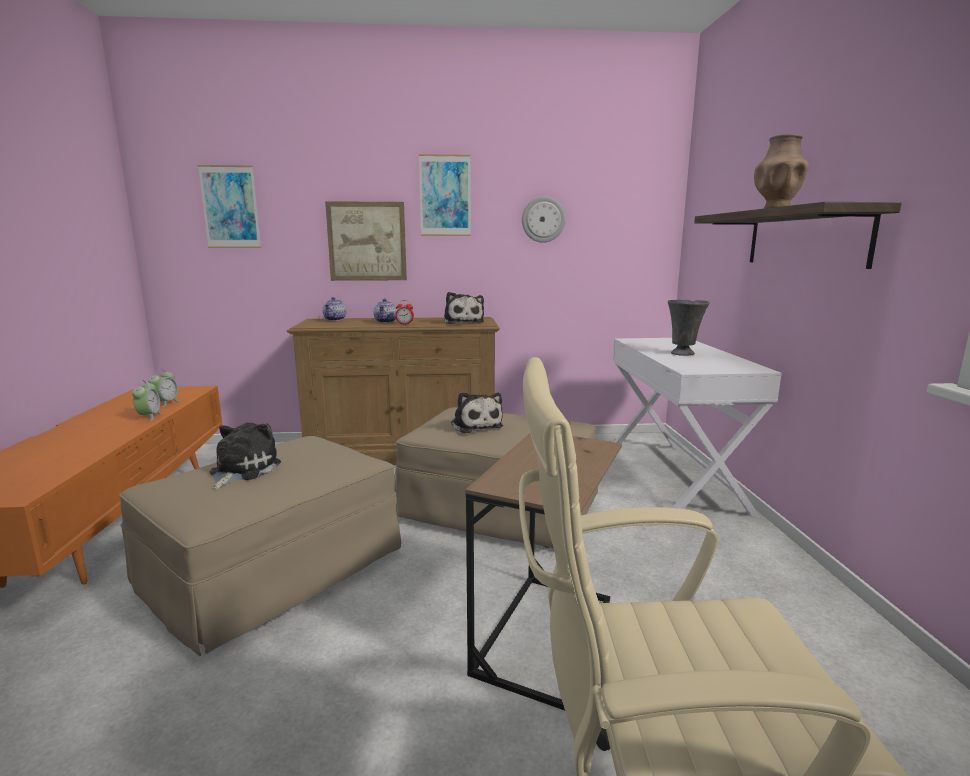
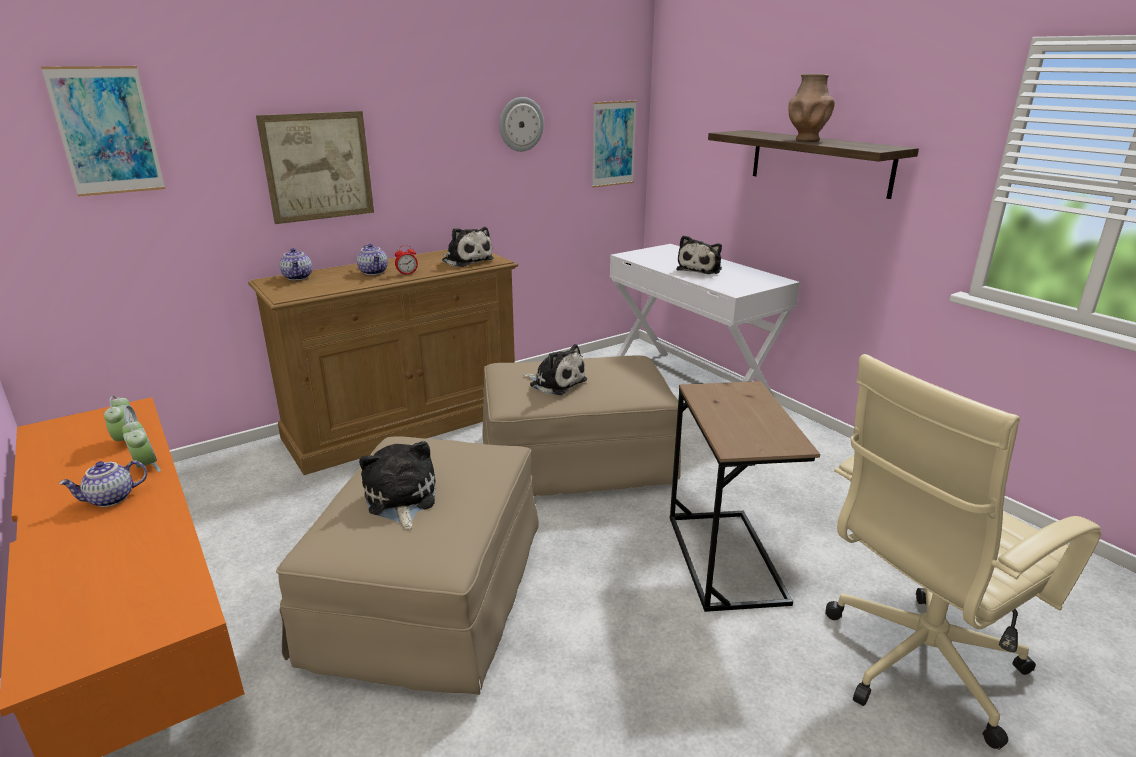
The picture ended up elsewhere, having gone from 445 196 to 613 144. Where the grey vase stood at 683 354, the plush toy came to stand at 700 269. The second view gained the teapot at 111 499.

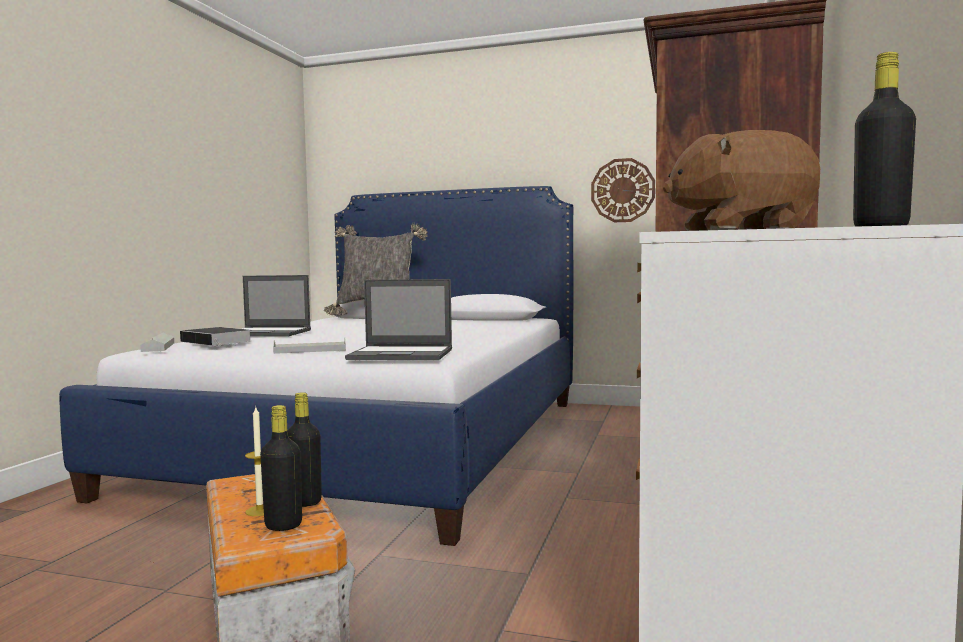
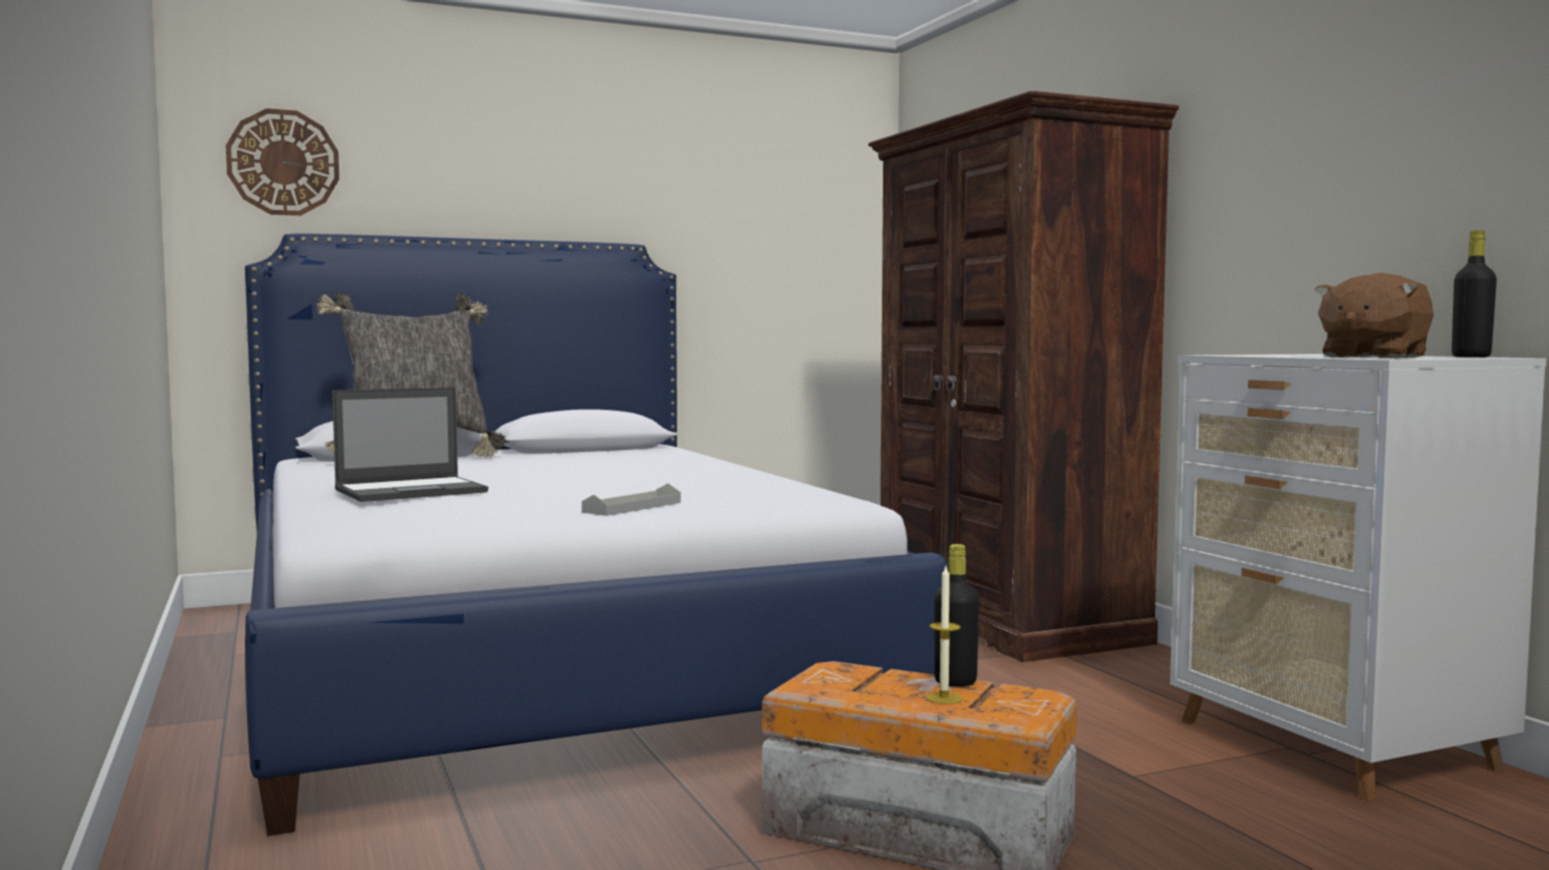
The wall clock ended up elsewhere, having gone from 622 190 to 283 162. The second view lost the laptop at 402 354. The second view lost the book at 218 341. The second view lost the grey tray at 158 347. The second view lost the black bottle at 283 525.

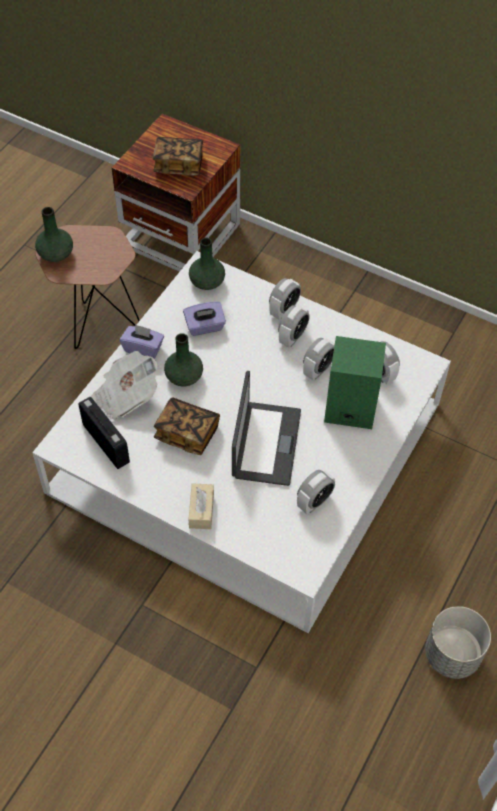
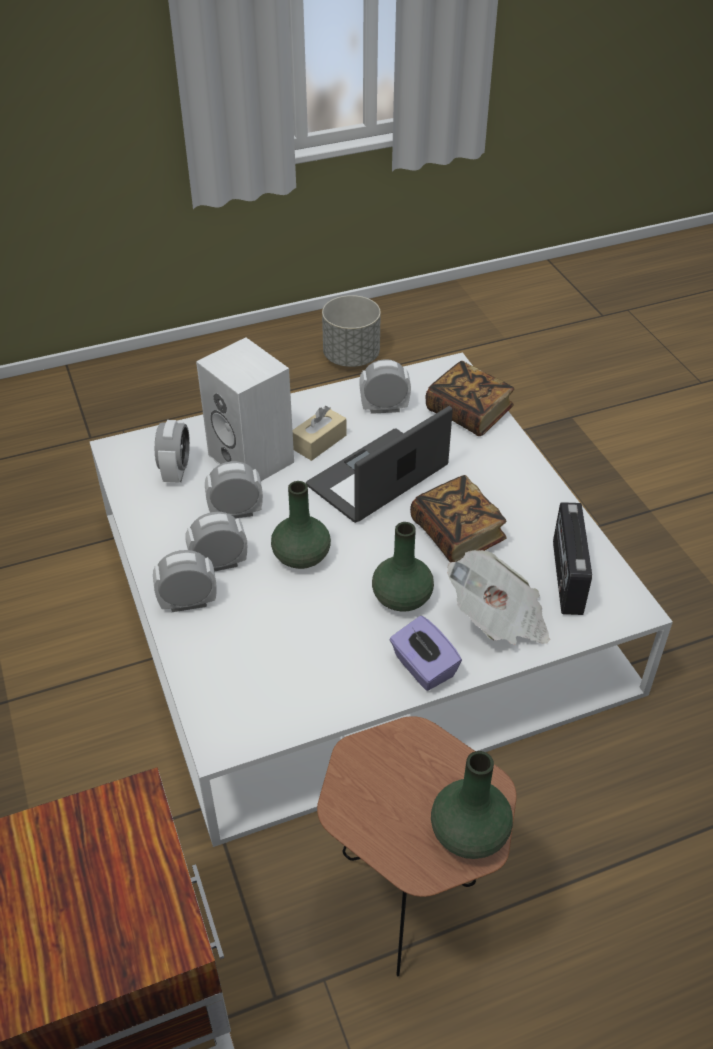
The book ended up elsewhere, having gone from 178 165 to 468 413. The green vase ended up elsewhere, having gone from 206 282 to 302 557. The second view lost the purple tissue box at 205 327. What was the green speaker at 348 409 turned into the white speaker at 253 459. The beige tissue box ended up elsewhere, having gone from 201 510 to 319 442.

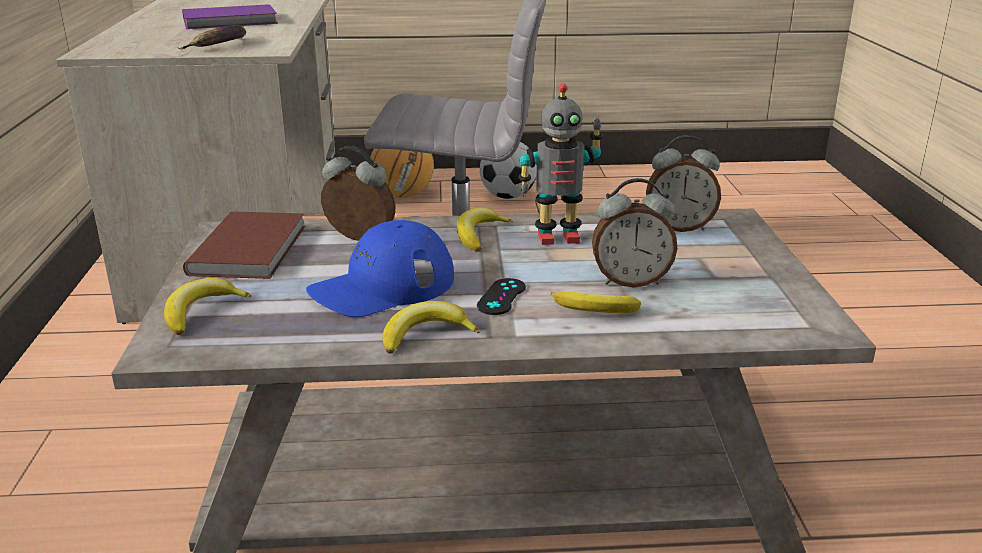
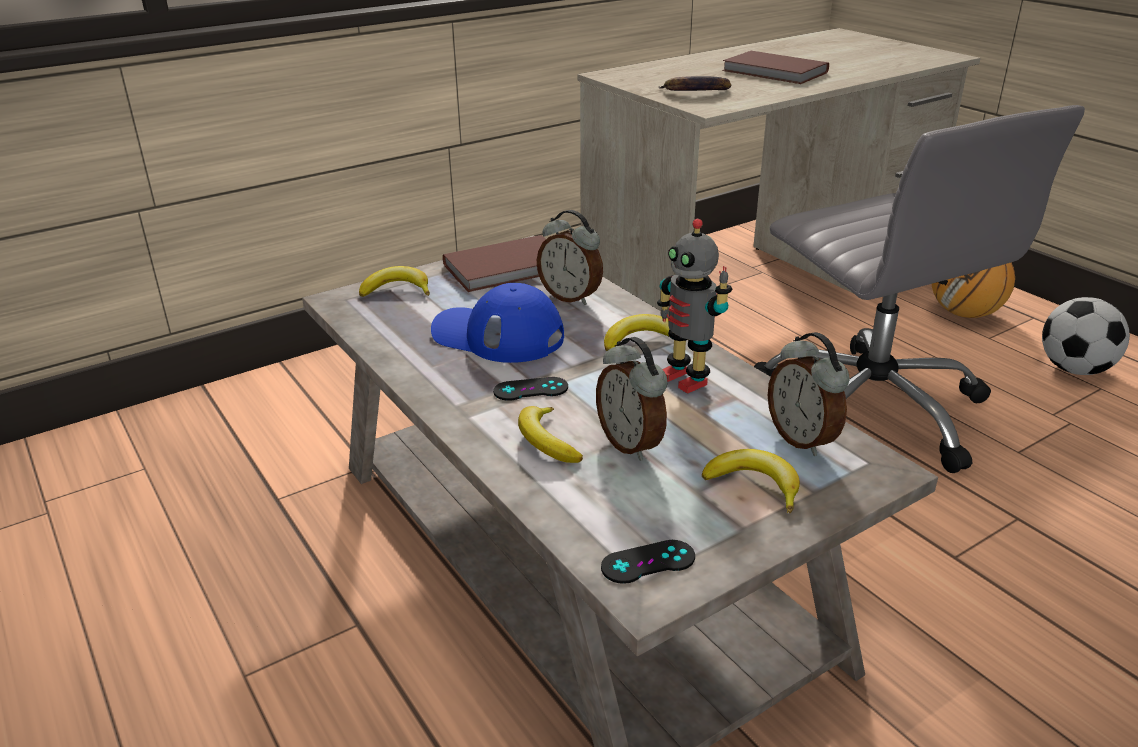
What was the purple book at 231 21 turned into the brown book at 774 72. The alarm clock at 359 239 ended up facing another way, 135 degrees clockwise from before. The banana ended up elsewhere, having gone from 426 335 to 754 485. The second view gained the black game controller at 648 562.

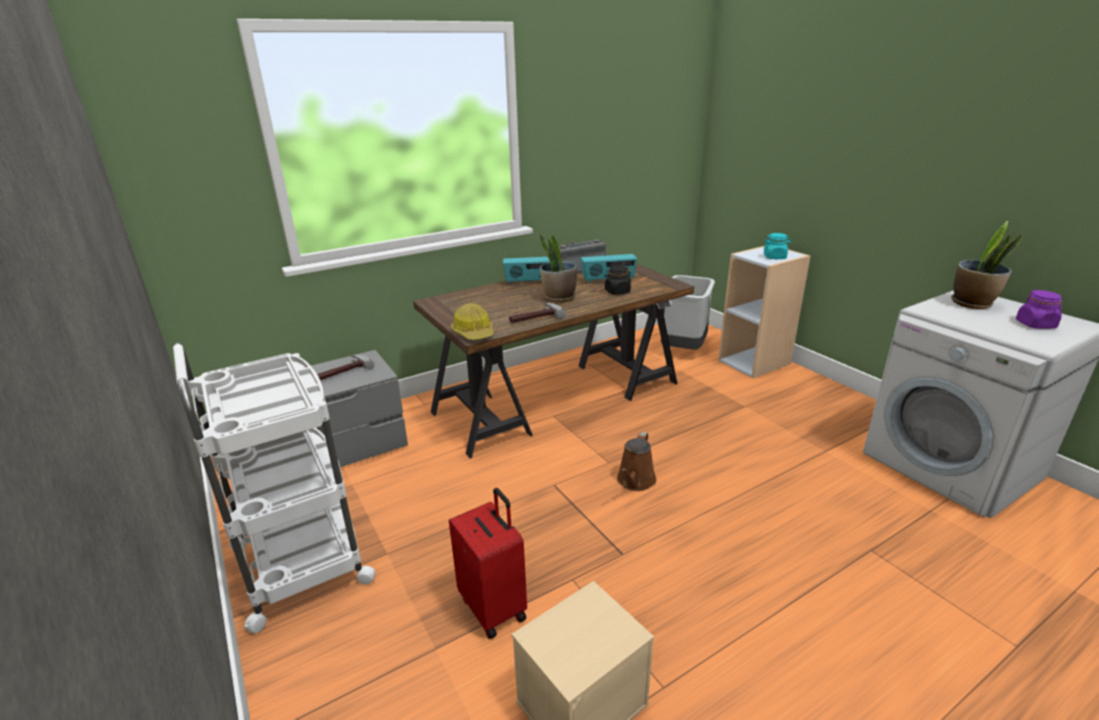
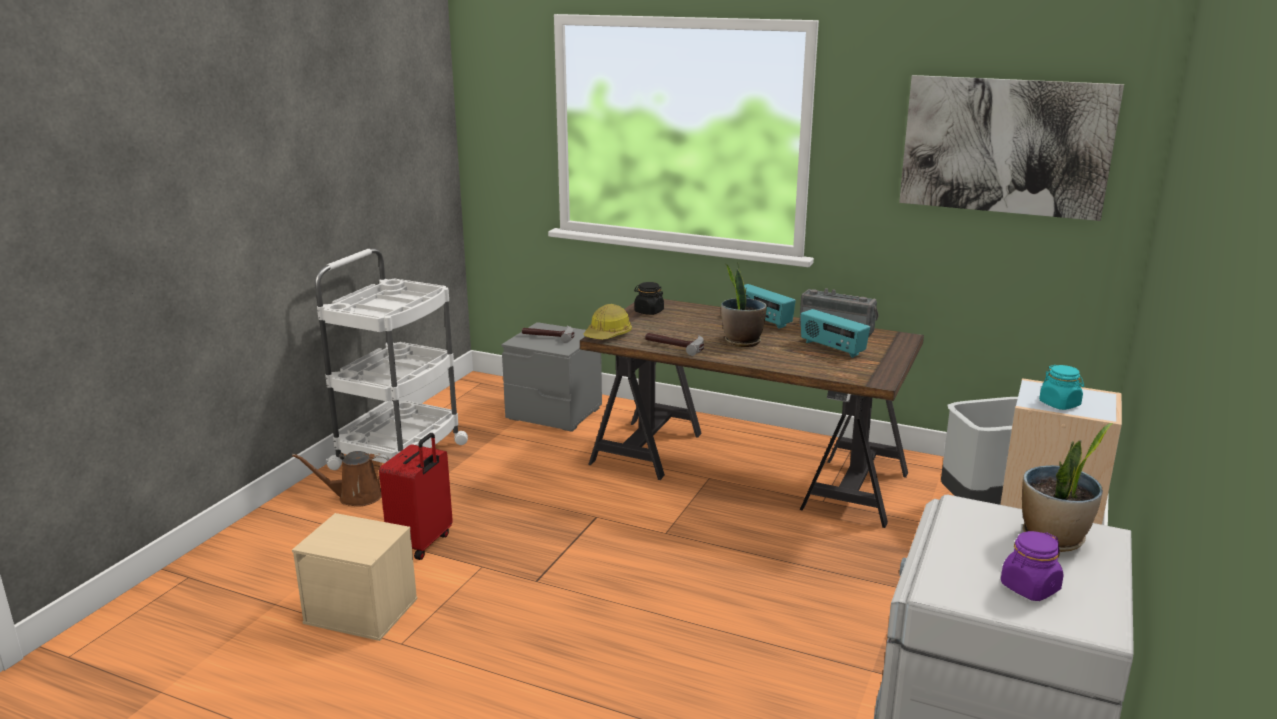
The black jar ended up elsewhere, having gone from 617 292 to 648 311. The brown watering can ended up elsewhere, having gone from 635 481 to 355 497. The second view gained the picture at 1005 146.

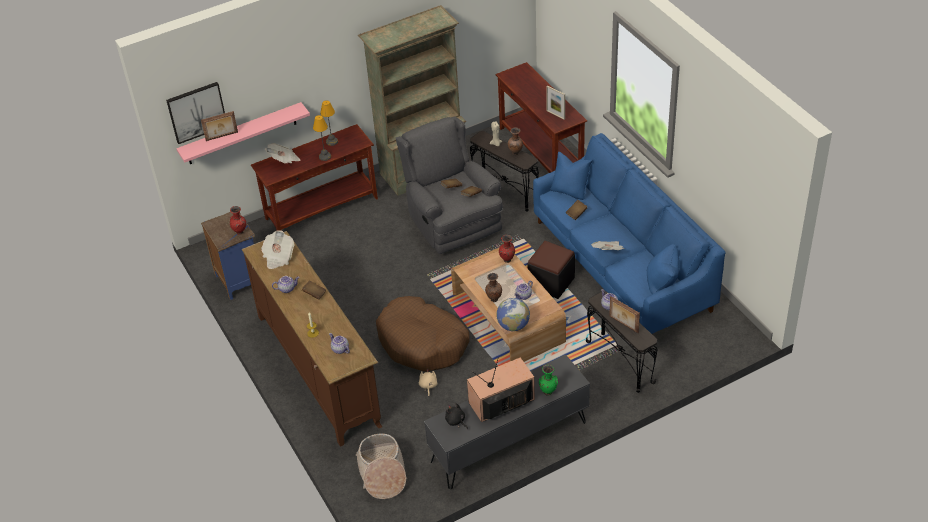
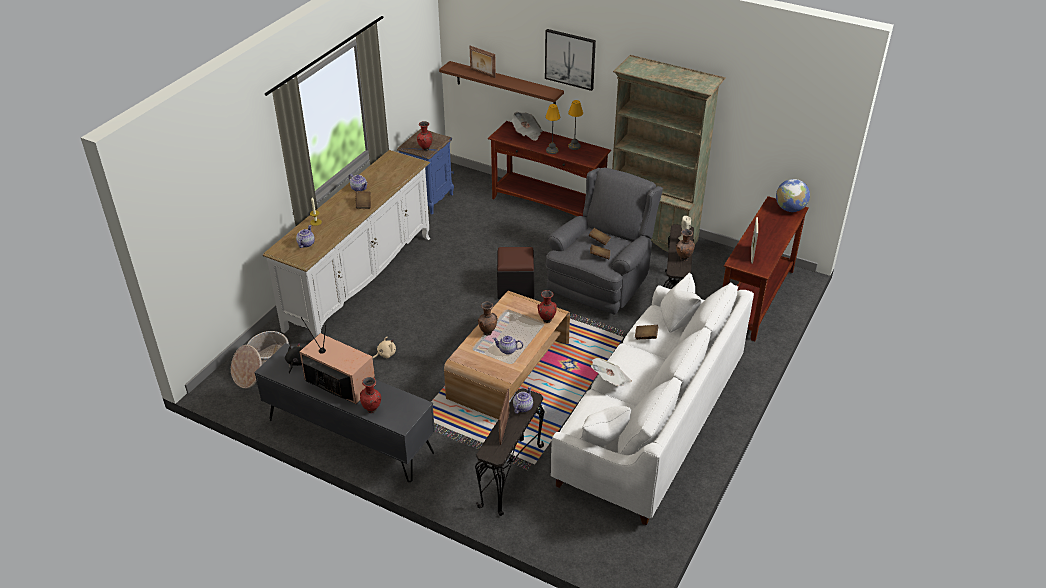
The picture ended up elsewhere, having gone from 196 112 to 570 59. What was the pink shelf at 241 134 turned into the brown shelf at 505 86. What was the blue sofa at 622 265 turned into the white sofa at 650 422. The second view lost the newspaper at 278 257. What was the brown cabinet at 319 369 turned into the white cabinet at 361 282. The black ottoman ended up elsewhere, having gone from 551 282 to 515 287. The second view lost the brown dog bed at 423 342. The globe ended up elsewhere, having gone from 513 325 to 790 209. What was the green vase at 548 392 turned into the red vase at 372 410.

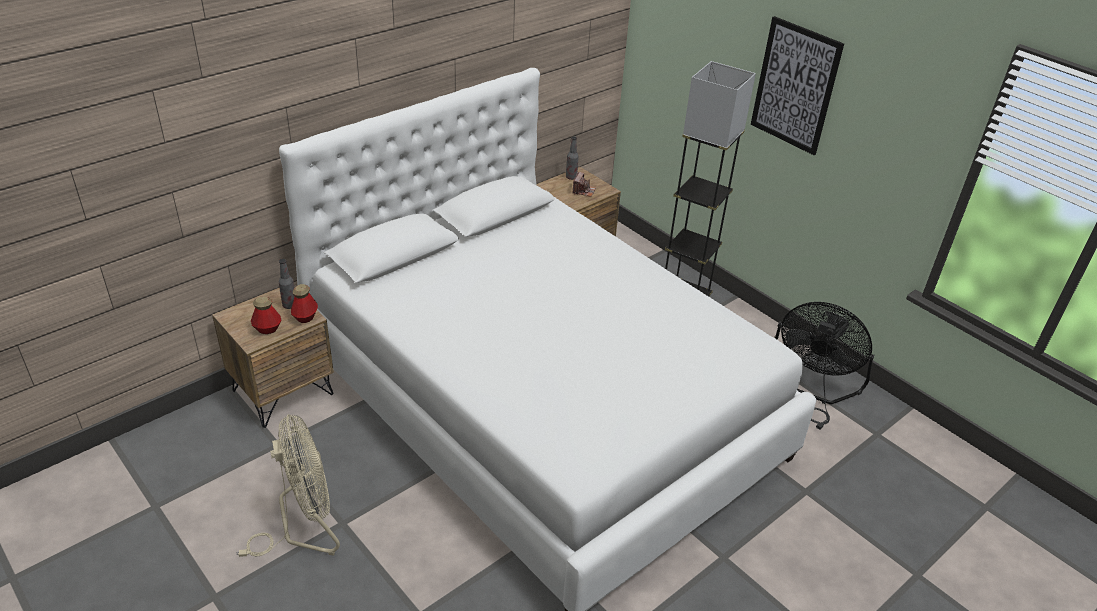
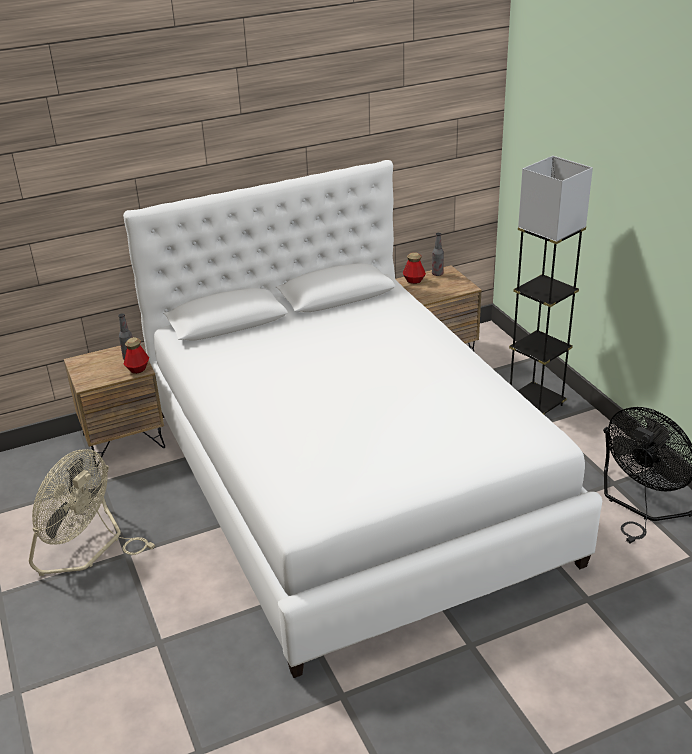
The second view lost the picture at 795 86. The second view lost the photo camera at 583 191. The bottle ended up elsewhere, having gone from 267 329 to 414 280. The beige fan at 301 519 ended up facing another way, 150 degrees counterclockwise from before.

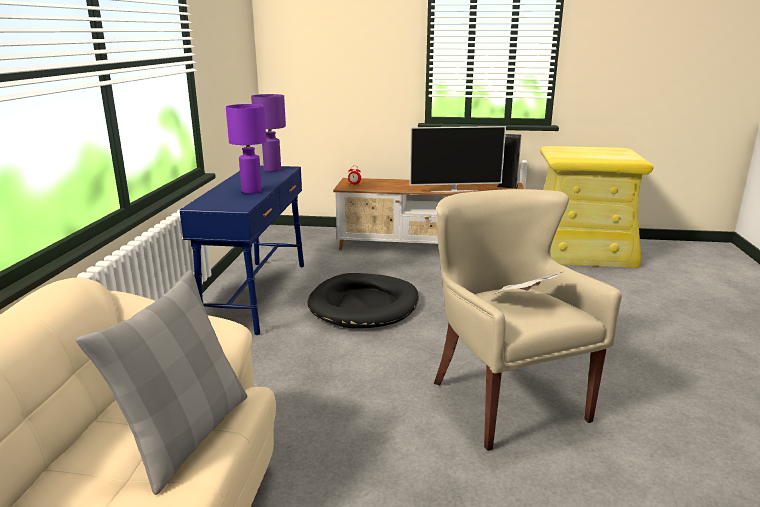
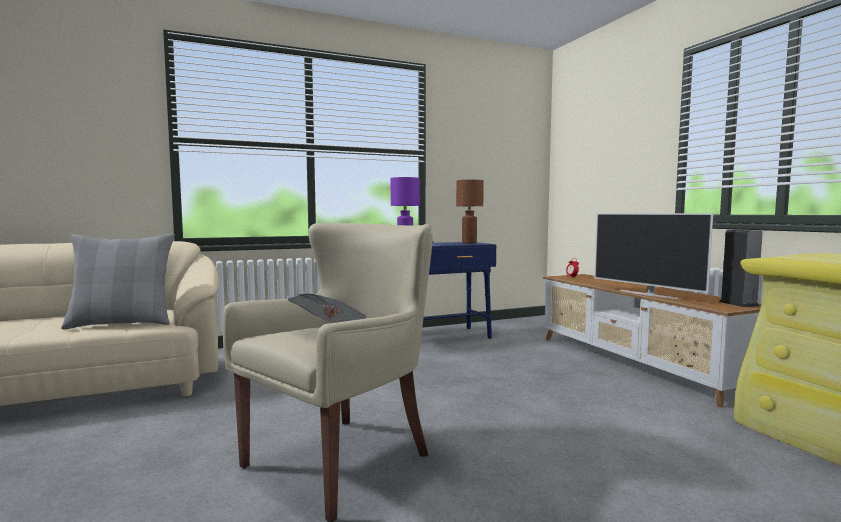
What was the purple table lamp at 272 170 turned into the brown table lamp at 468 243. The second view lost the black dog bed at 364 305.

